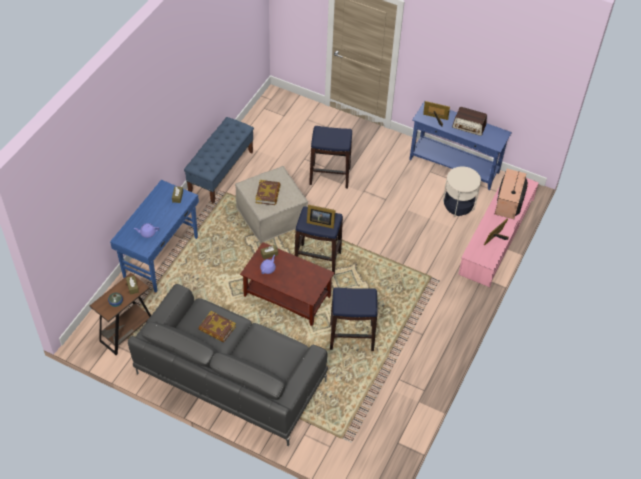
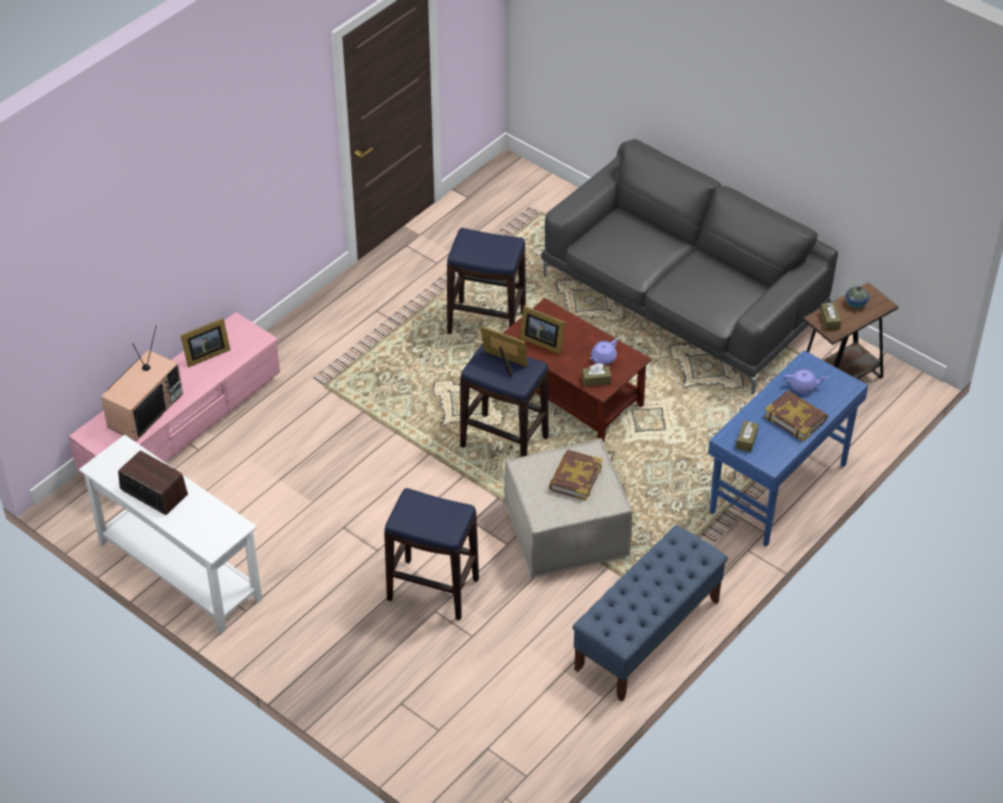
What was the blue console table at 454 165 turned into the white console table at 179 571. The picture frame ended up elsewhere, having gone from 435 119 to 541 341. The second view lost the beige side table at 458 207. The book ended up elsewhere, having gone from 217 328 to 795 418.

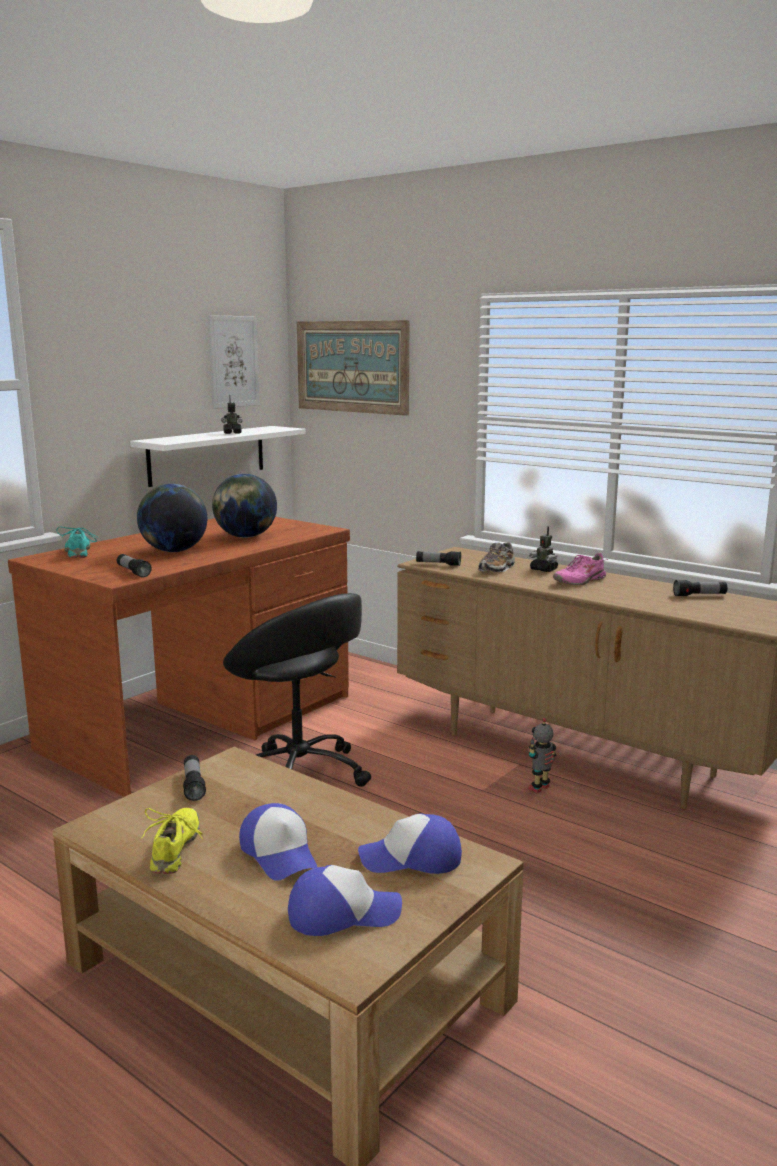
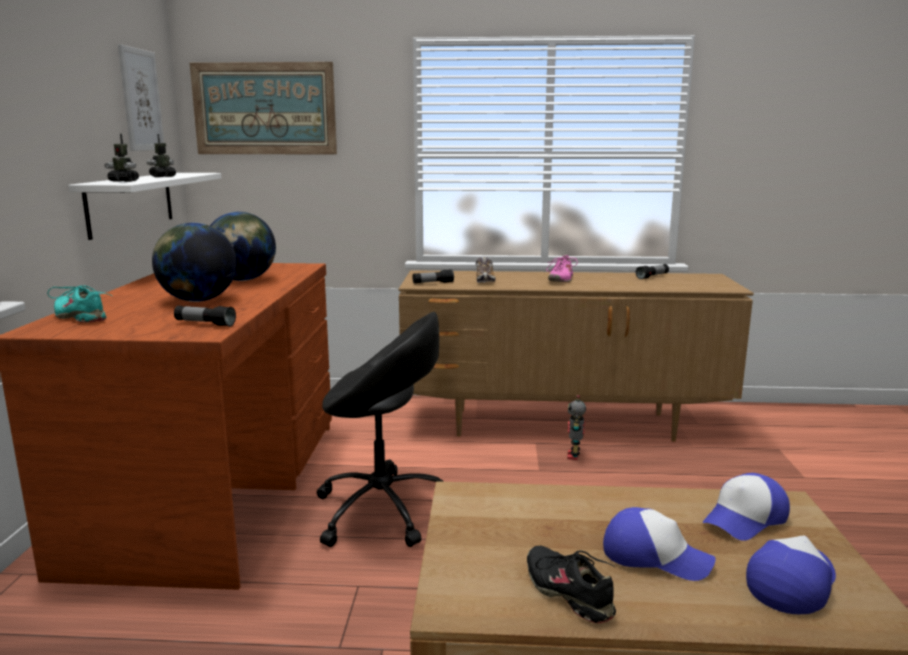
The toy robot ended up elsewhere, having gone from 543 570 to 124 181. The second view lost the flashlight at 193 785. What was the yellow shoe at 176 849 turned into the black shoe at 569 592.

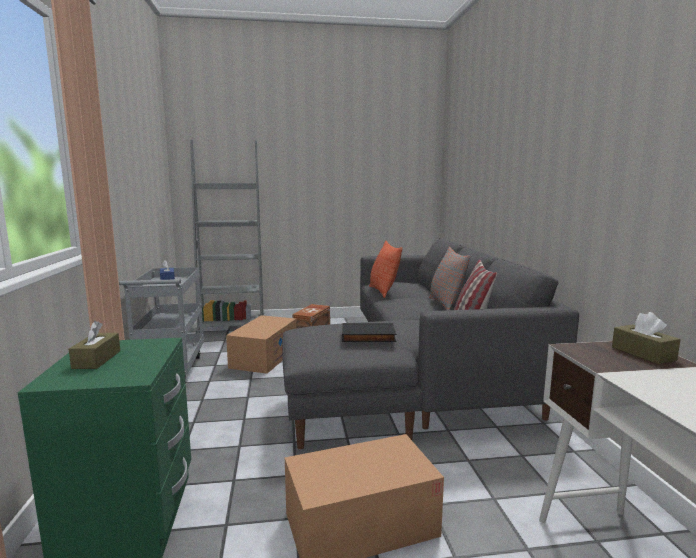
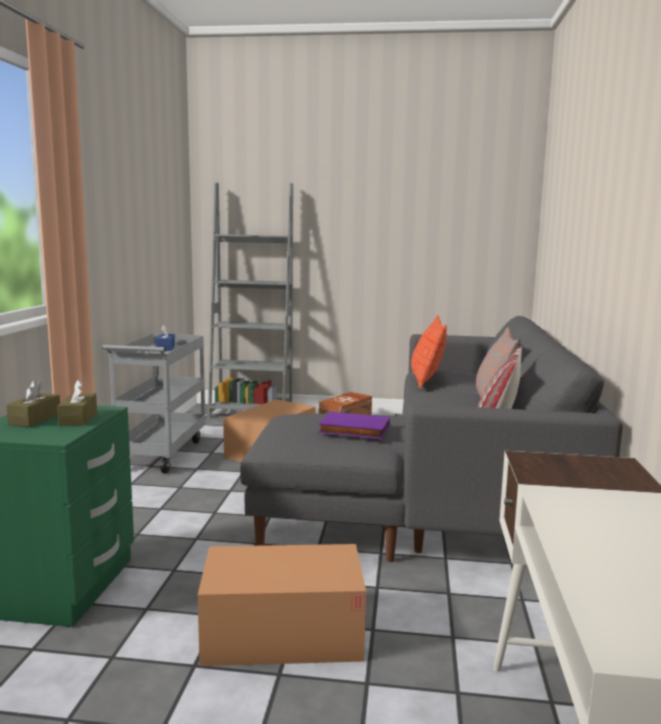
The brown tissue box ended up elsewhere, having gone from 643 353 to 78 418. What was the black book at 368 336 turned into the purple book at 353 430.

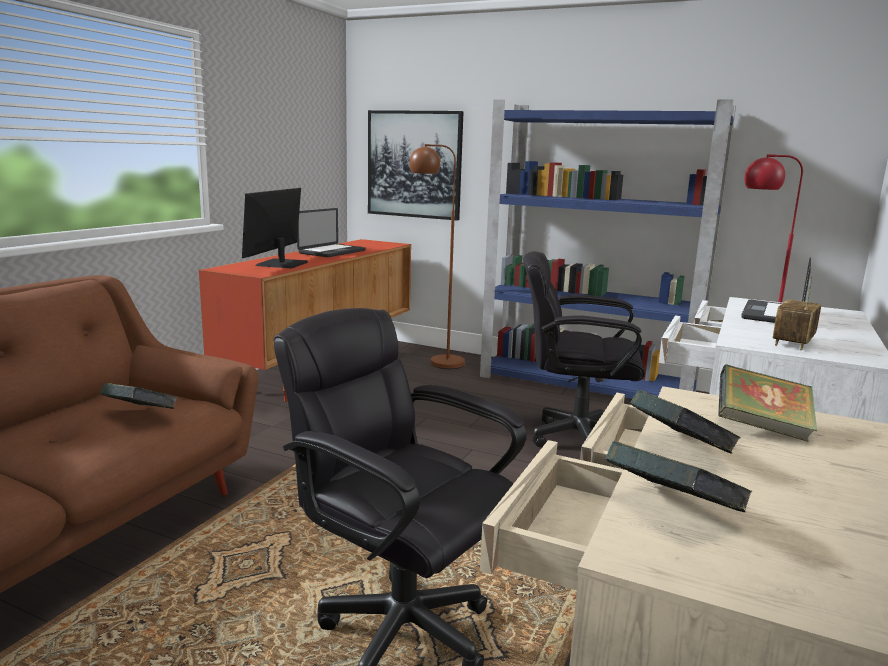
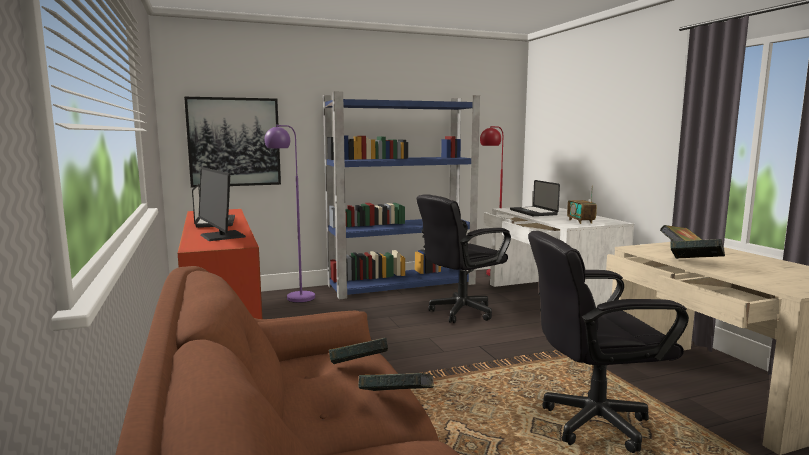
What was the brown floor lamp at 436 364 turned into the purple floor lamp at 294 300. The book ended up elsewhere, having gone from 671 510 to 396 401.

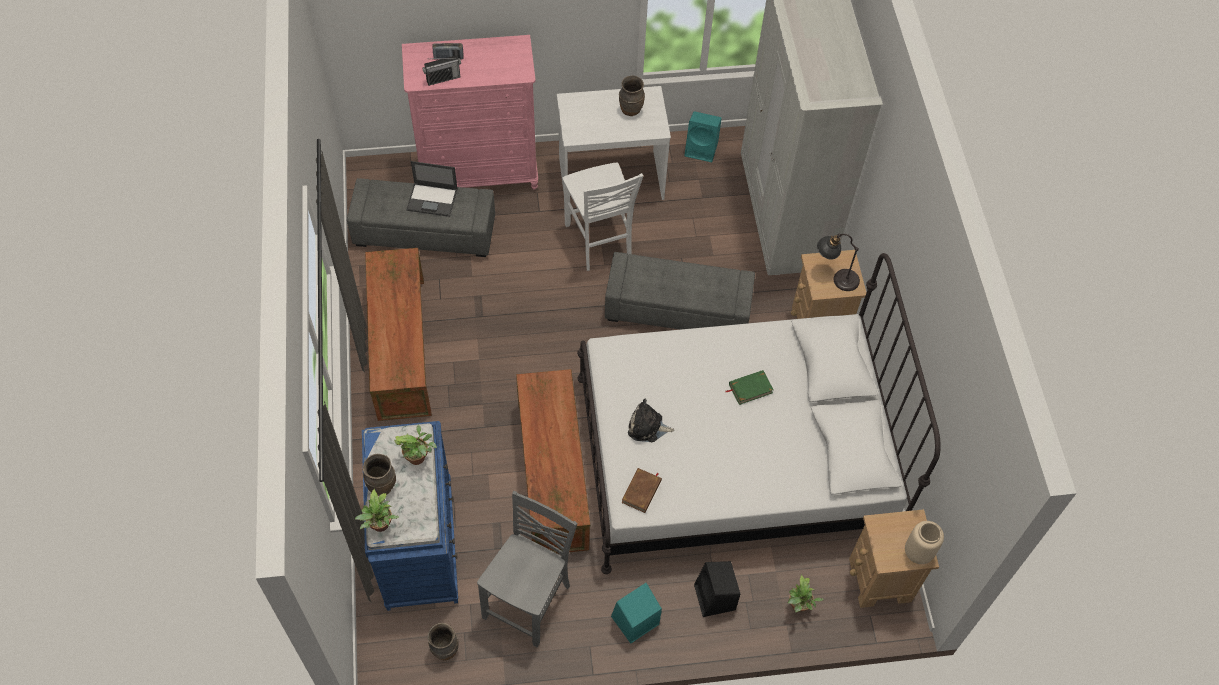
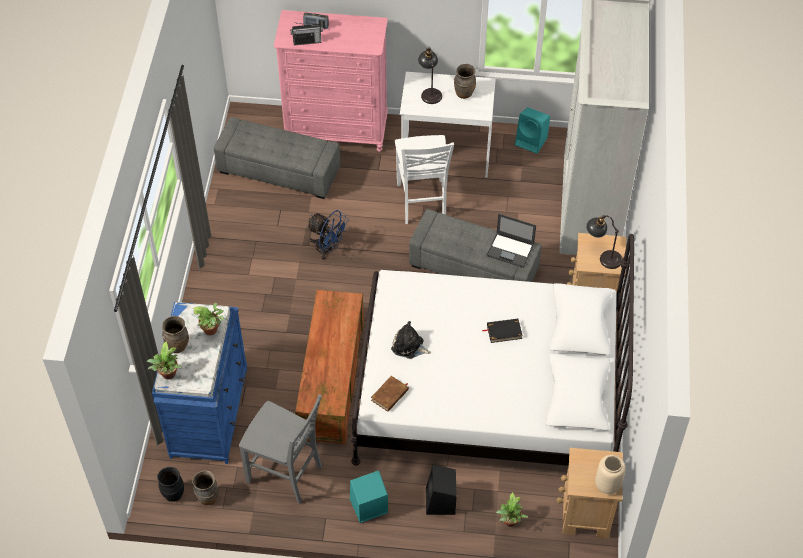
The laptop ended up elsewhere, having gone from 433 199 to 511 250. The second view lost the brown bench at 400 347. What was the green book at 750 388 turned into the black book at 504 331. The grey chair at 529 601 ended up facing another way, 75 degrees clockwise from before. The second view gained the grey table lamp at 429 89. The second view gained the blue fan at 328 249. The second view gained the black vase at 173 494.

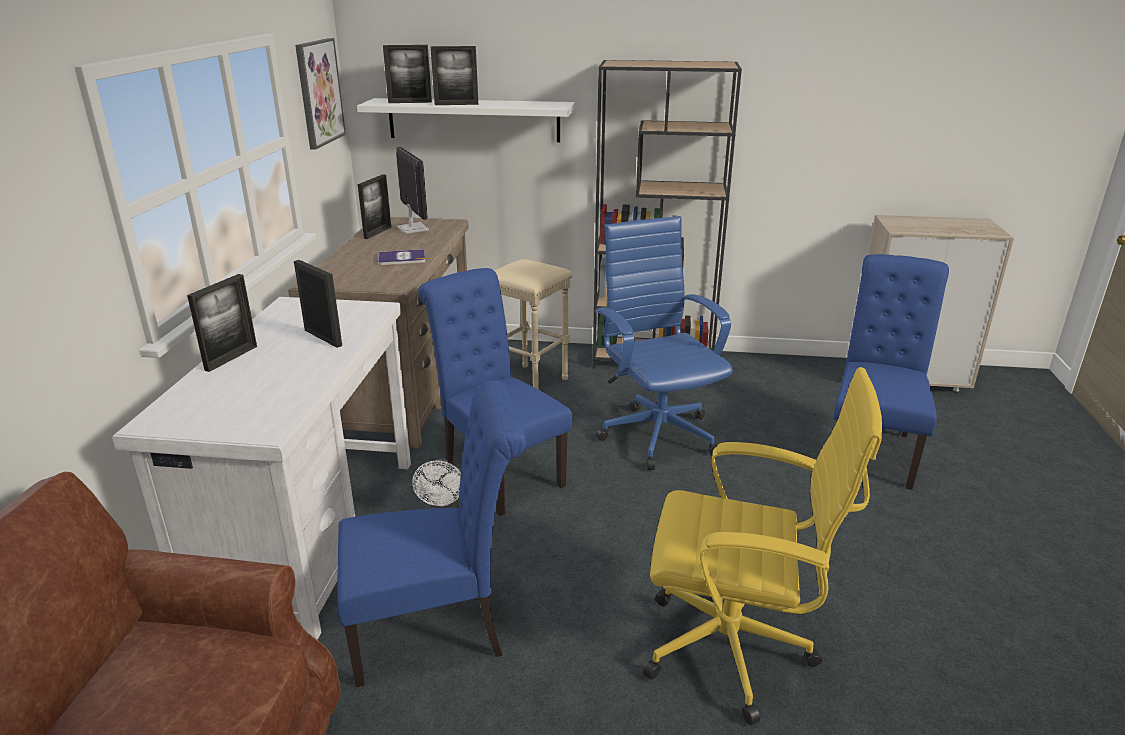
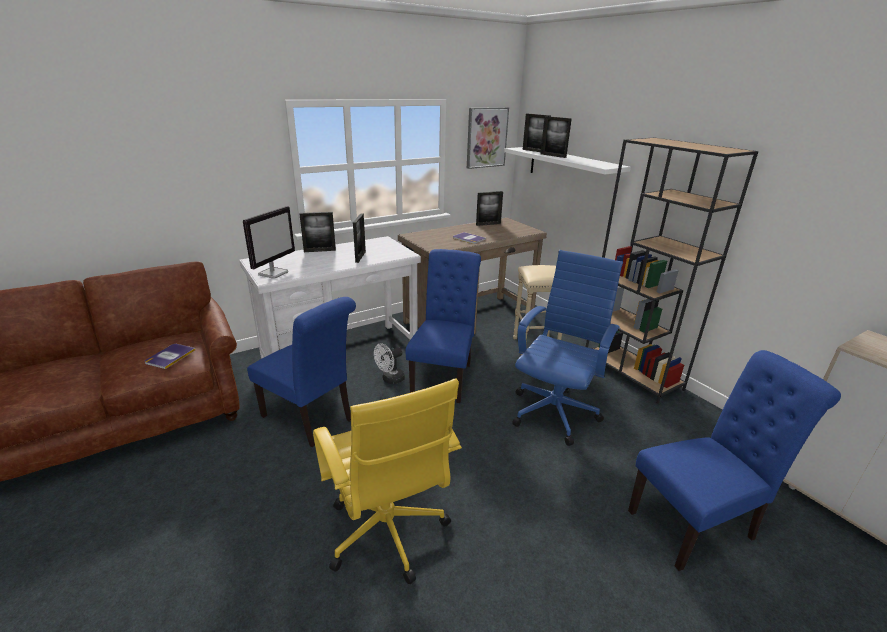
The monitor ended up elsewhere, having gone from 412 228 to 273 273. The second view gained the book at 170 356.

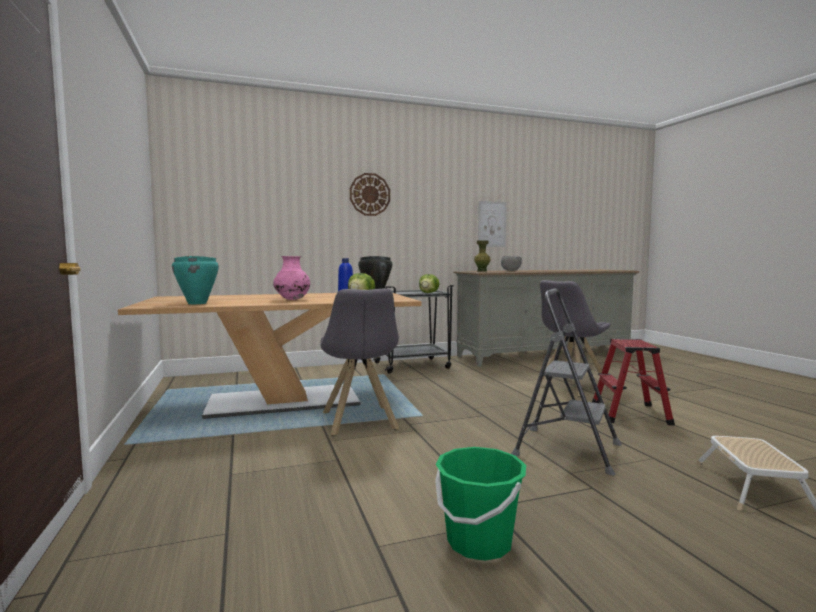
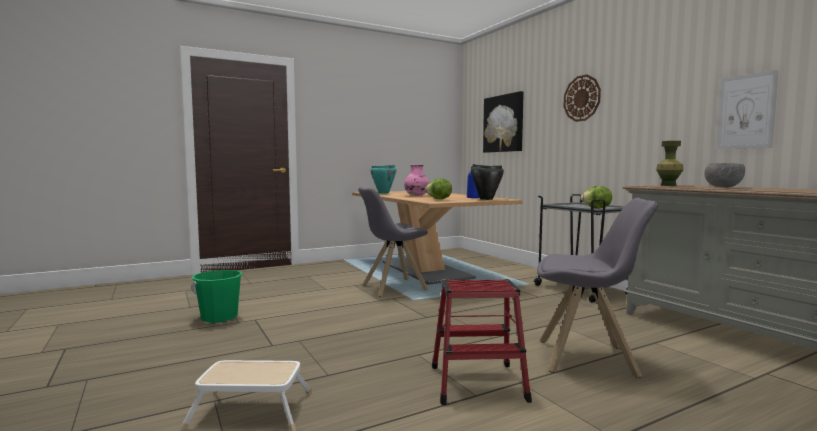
The grey chair at 571 386 ended up facing another way, 150 degrees clockwise from before. The second view lost the grey step ladder at 563 448. The second view gained the picture at 503 123.

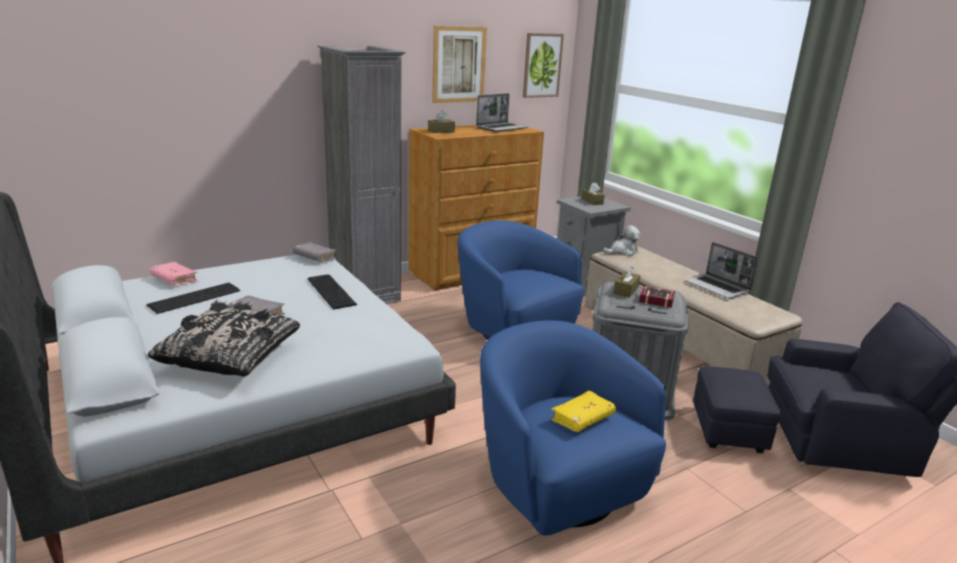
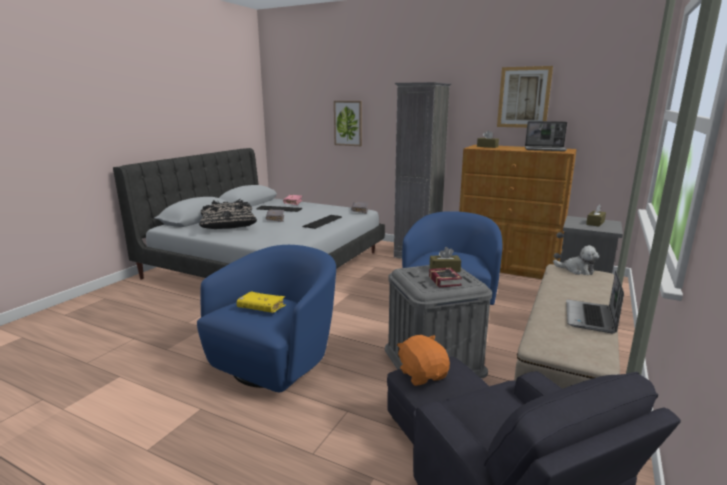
The picture ended up elsewhere, having gone from 542 65 to 348 123. The second view gained the orange plush toy at 422 375.

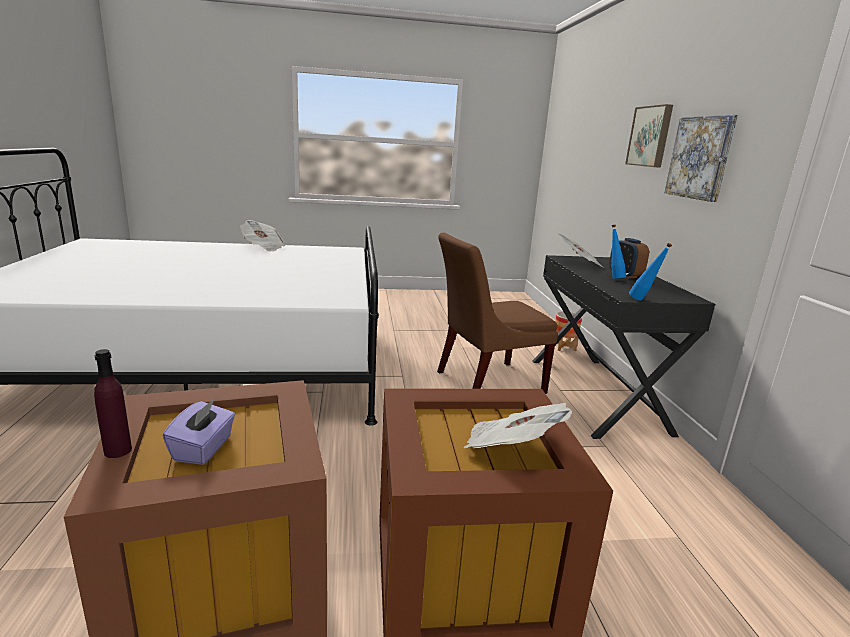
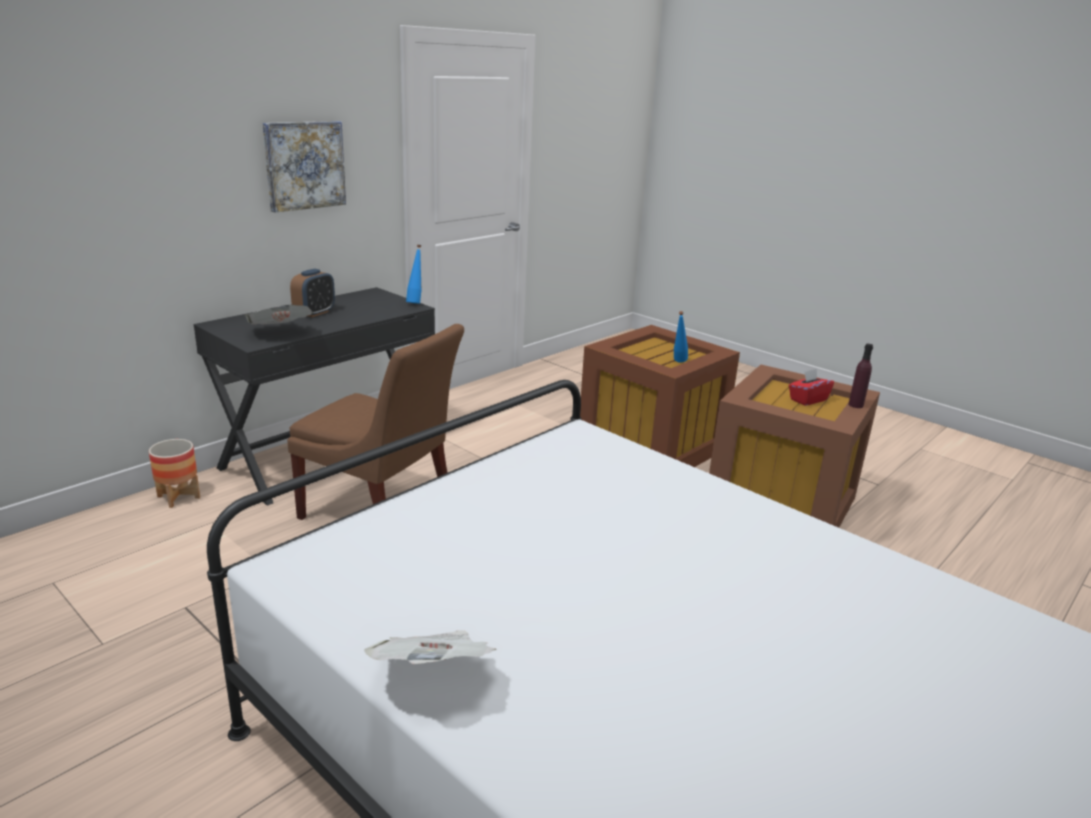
The second view lost the picture at 650 136. The blue bottle ended up elsewhere, having gone from 613 278 to 678 362. What was the purple tissue box at 203 449 turned into the red tissue box at 807 400. The second view lost the newspaper at 510 449.

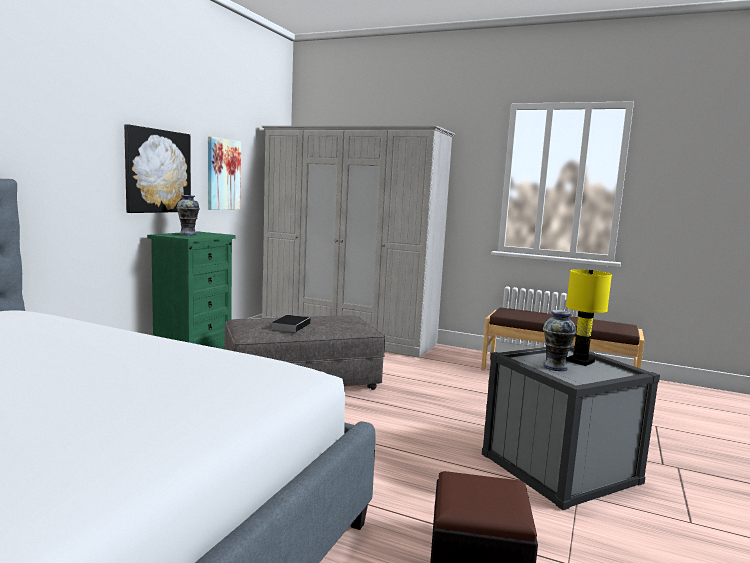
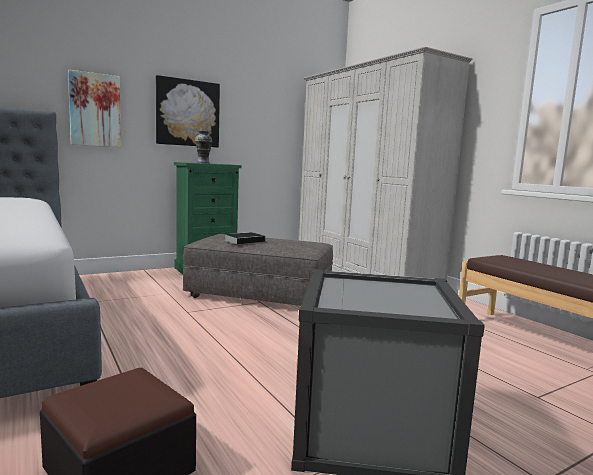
The picture ended up elsewhere, having gone from 223 174 to 95 110. The second view lost the yellow table lamp at 580 361. The second view lost the vase at 555 367.

